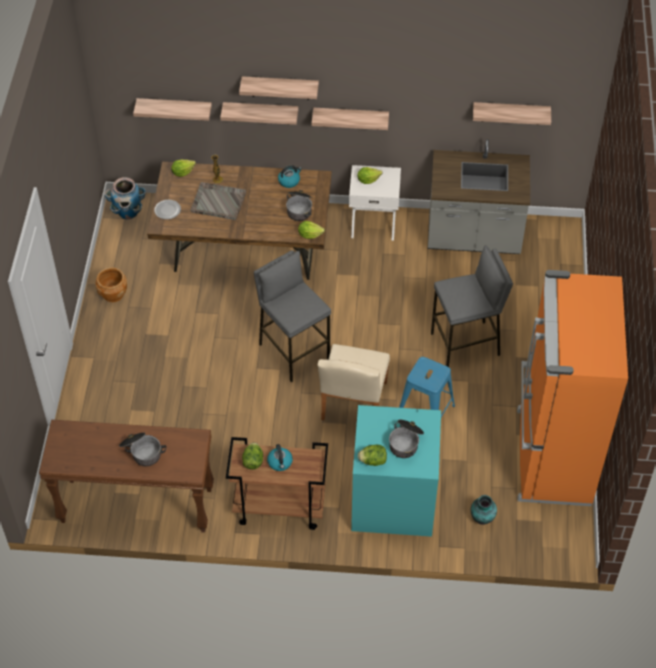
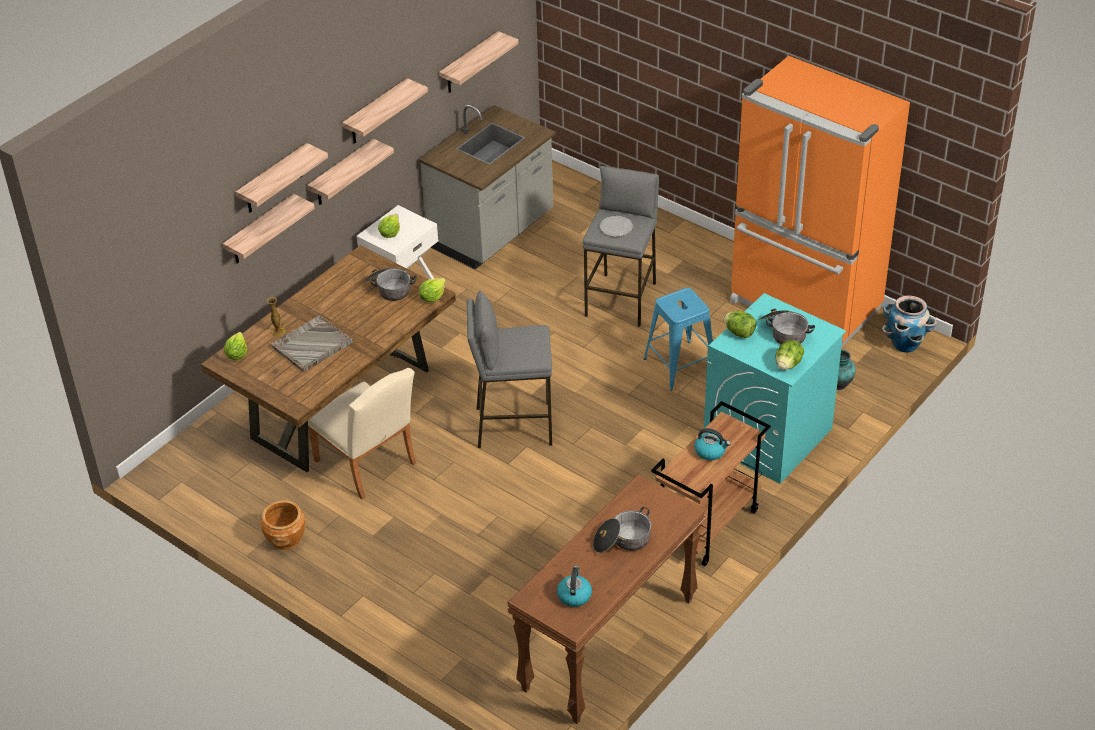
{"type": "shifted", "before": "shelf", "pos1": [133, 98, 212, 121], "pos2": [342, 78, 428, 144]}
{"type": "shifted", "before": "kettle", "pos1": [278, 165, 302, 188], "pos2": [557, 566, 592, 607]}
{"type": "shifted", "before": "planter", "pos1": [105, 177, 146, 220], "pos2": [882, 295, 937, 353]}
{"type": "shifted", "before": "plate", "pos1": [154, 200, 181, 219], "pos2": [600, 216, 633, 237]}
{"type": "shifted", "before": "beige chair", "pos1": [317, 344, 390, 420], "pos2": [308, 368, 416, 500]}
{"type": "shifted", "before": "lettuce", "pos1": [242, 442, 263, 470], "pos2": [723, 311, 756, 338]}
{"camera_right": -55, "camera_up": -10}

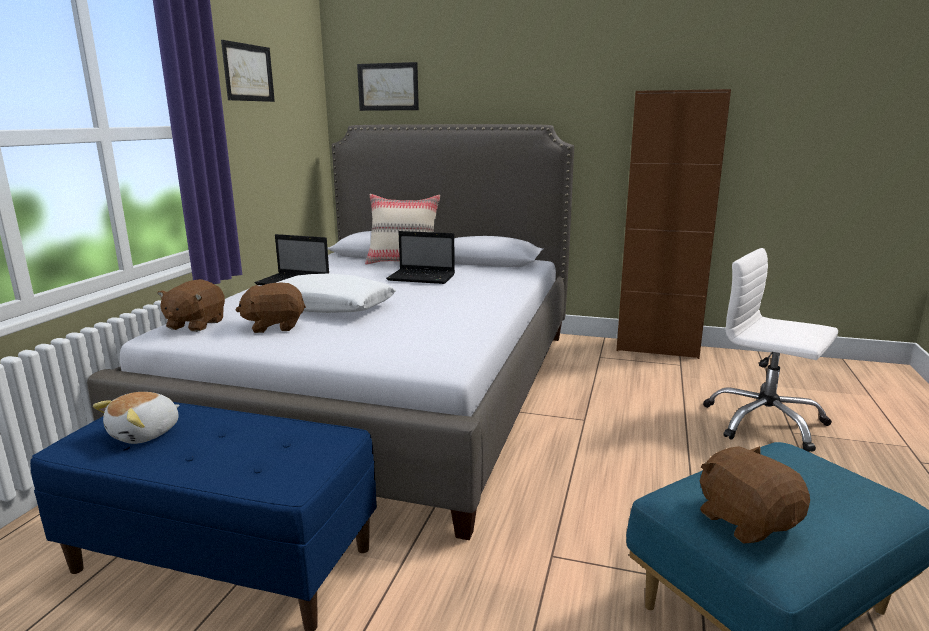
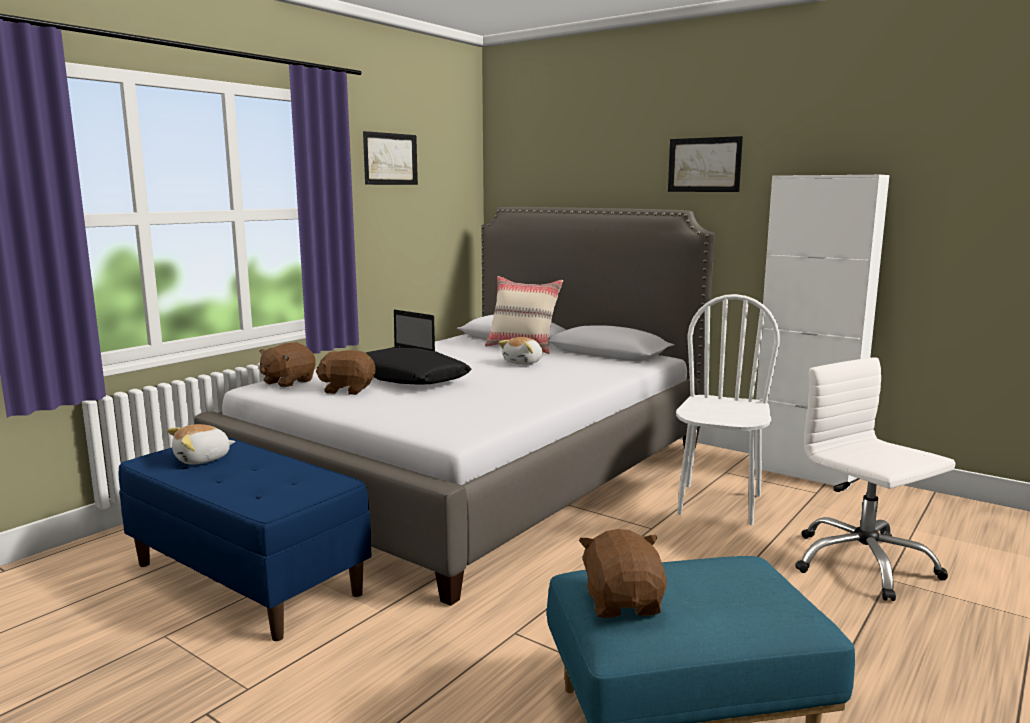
{"type": "shifted", "before": "picture", "pos1": [357, 62, 419, 111], "pos2": [668, 136, 743, 192]}
{"type": "repainted", "before": "brown cabinet", "after": "white cabinet", "pos1": [616, 89, 731, 359], "pos2": [755, 175, 890, 490]}
{"type": "swapped", "before": "laptop", "after": "plush toy", "pos1": [386, 231, 455, 284], "pos2": [499, 337, 543, 365]}
{"type": "repainted", "before": "white pillow", "after": "black pillow", "pos1": [276, 273, 396, 313], "pos2": [366, 348, 472, 385]}
{"type": "new", "after": "white chair", "pos2": [676, 294, 780, 525]}
{"camera_right": 20, "camera_up": -5}

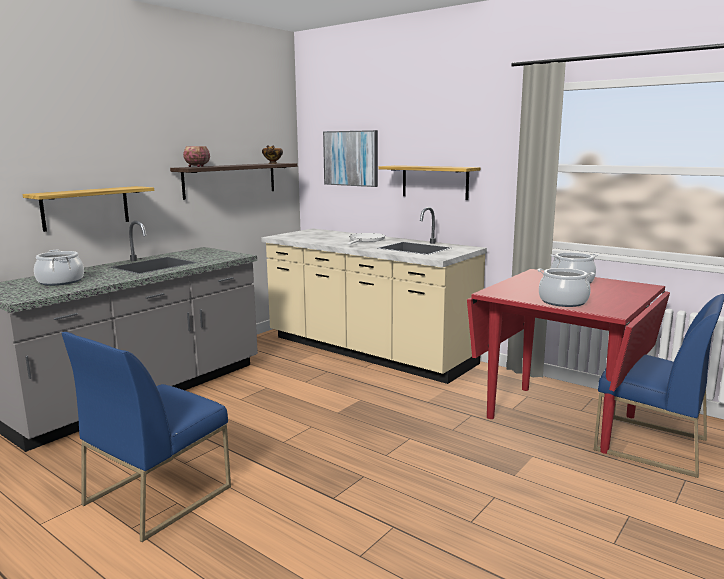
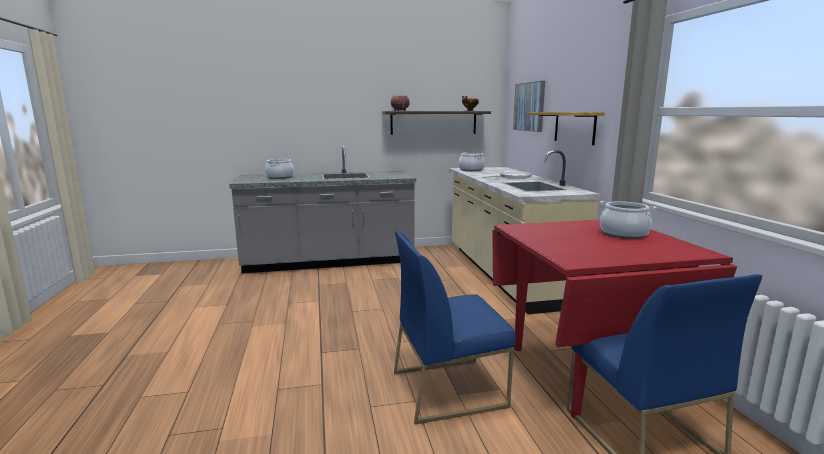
{"type": "gone", "before": "shelf", "pos1": [23, 186, 154, 232]}
{"type": "shifted", "before": "cooking pot", "pos1": [538, 268, 595, 307], "pos2": [459, 152, 485, 171]}
{"type": "shifted", "before": "blue chair", "pos1": [62, 332, 231, 542], "pos2": [394, 231, 516, 424]}
{"camera_right": 40, "camera_up": 0}

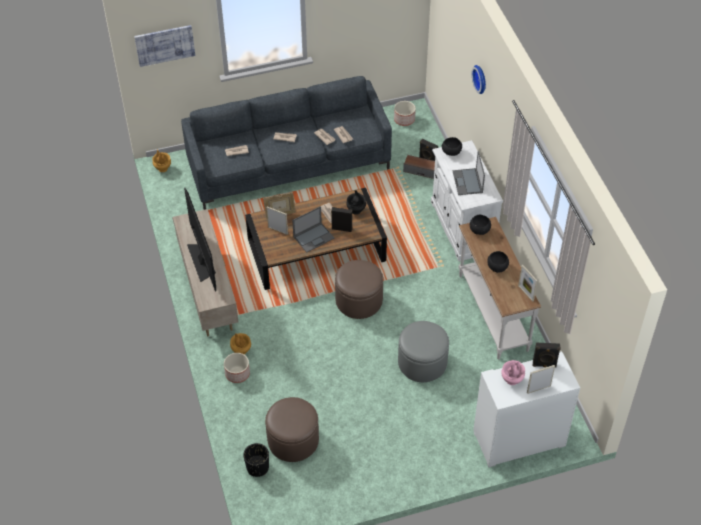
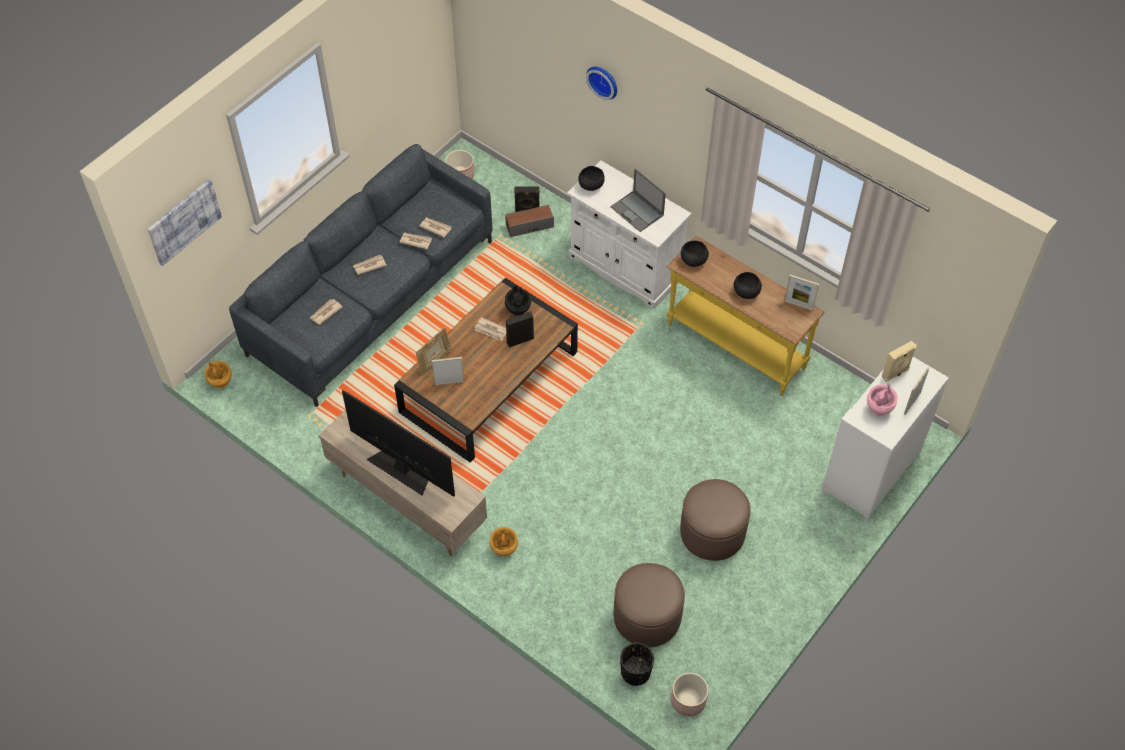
{"type": "gone", "before": "laptop", "pos1": [292, 206, 334, 253]}
{"type": "repainted", "before": "white console table", "after": "yellow console table", "pos1": [459, 217, 541, 360], "pos2": [667, 236, 825, 396]}
{"type": "shifted", "before": "brown ottoman", "pos1": [335, 260, 383, 319], "pos2": [680, 479, 751, 561]}
{"type": "gone", "before": "grey ottoman", "pos1": [398, 321, 449, 382]}
{"type": "repainted", "before": "black speaker", "after": "beige speaker", "pos1": [532, 343, 561, 368], "pos2": [881, 341, 917, 382]}
{"type": "shifted", "before": "planter", "pos1": [224, 353, 250, 383], "pos2": [671, 673, 708, 716]}
{"camera_right": -35, "camera_up": 5}

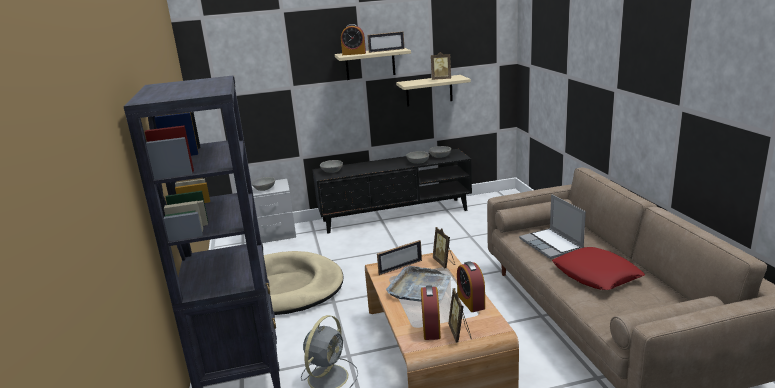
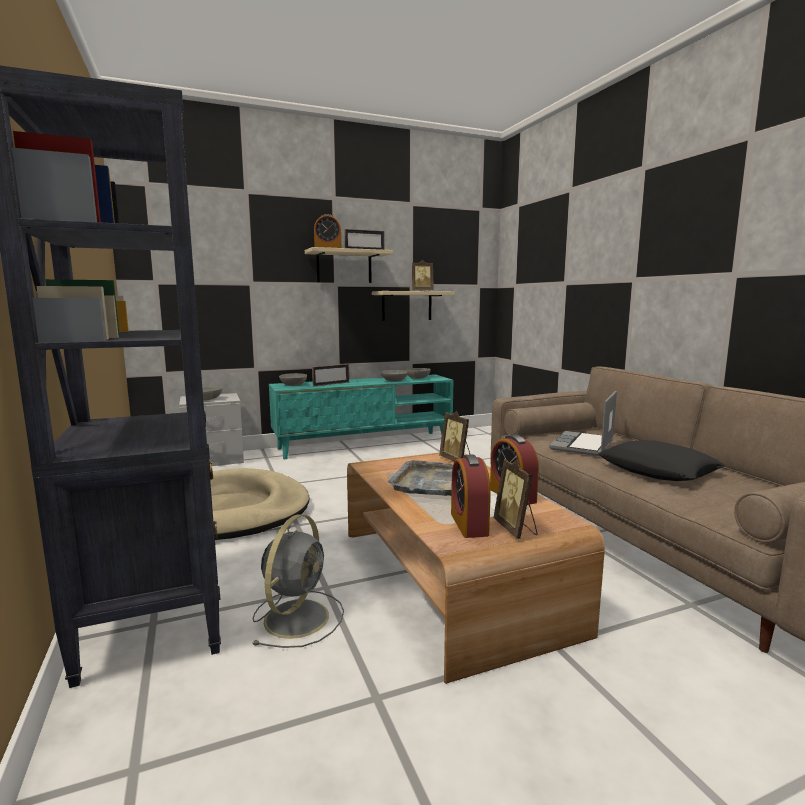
{"type": "repainted", "before": "black tv stand", "after": "turquoise tv stand", "pos1": [312, 149, 472, 233], "pos2": [269, 374, 453, 459]}
{"type": "rotated", "before": "laptop", "pos1": [519, 194, 586, 259], "pos2": [549, 391, 617, 456], "turn": 60}
{"type": "shifted", "before": "picture frame", "pos1": [377, 240, 422, 275], "pos2": [312, 364, 349, 386]}
{"type": "repainted", "before": "red pillow", "after": "black pillow", "pos1": [552, 247, 645, 290], "pos2": [598, 440, 725, 481]}
{"camera_right": -10, "camera_up": -10}

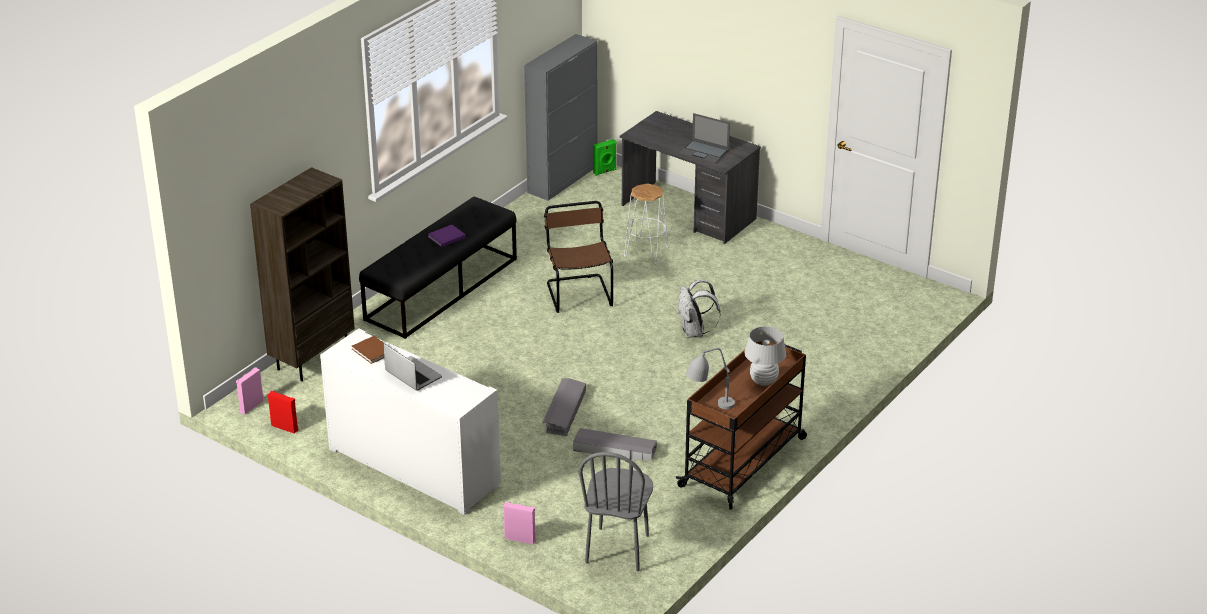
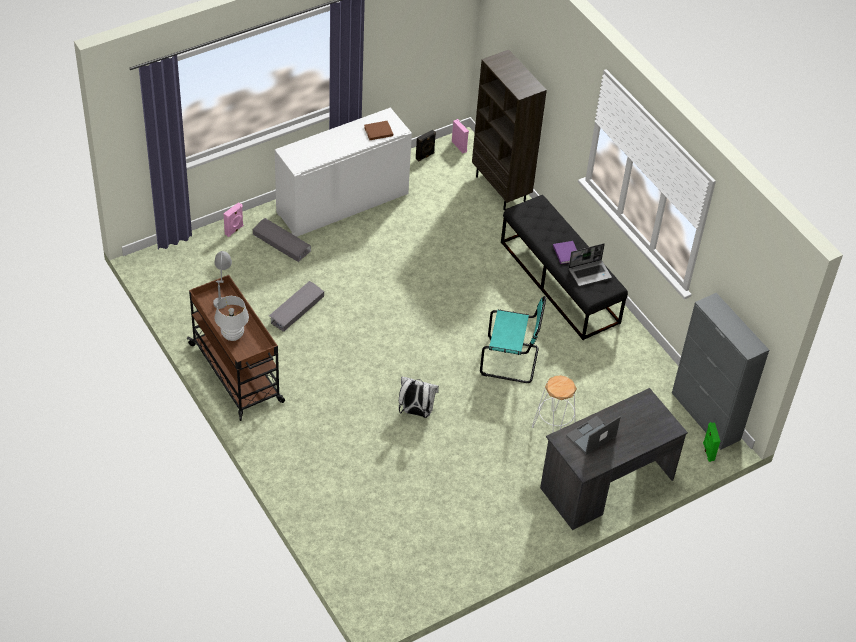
{"type": "repainted", "before": "brown chair", "after": "turquoise chair", "pos1": [544, 201, 613, 313], "pos2": [480, 296, 546, 383]}
{"type": "shifted", "before": "laptop", "pos1": [383, 343, 442, 391], "pos2": [569, 244, 612, 286]}
{"type": "shifted", "before": "grey storage box", "pos1": [542, 378, 586, 436], "pos2": [253, 218, 311, 262]}
{"type": "repainted", "before": "red speaker", "after": "black speaker", "pos1": [268, 391, 298, 433], "pos2": [416, 130, 436, 162]}
{"type": "gone", "before": "grey chair", "pos1": [579, 452, 653, 571]}
{"camera_right": 110, "camera_up": 15}

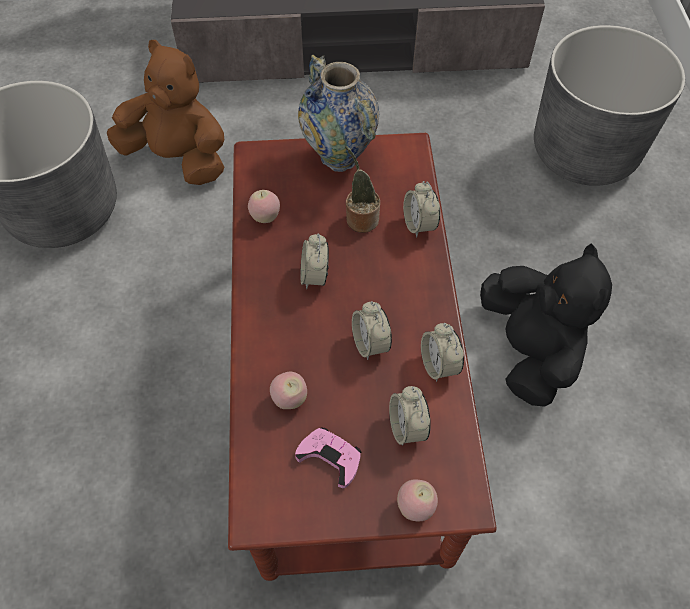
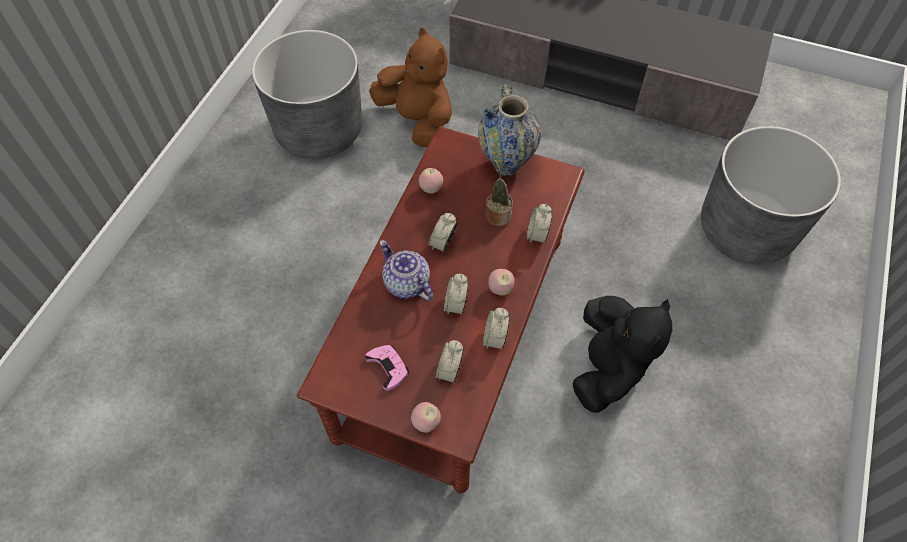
{"type": "shifted", "before": "apple", "pos1": [270, 372, 307, 409], "pos2": [488, 269, 514, 295]}
{"type": "new", "after": "teapot", "pos2": [379, 240, 433, 301]}
{"camera_right": 25, "camera_up": 0}

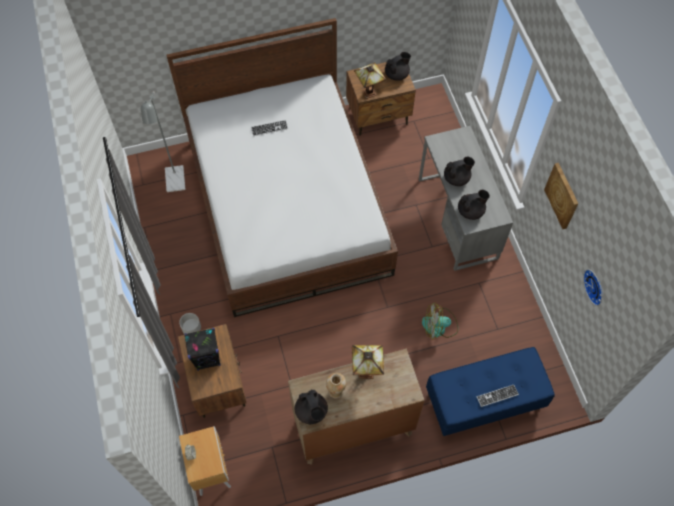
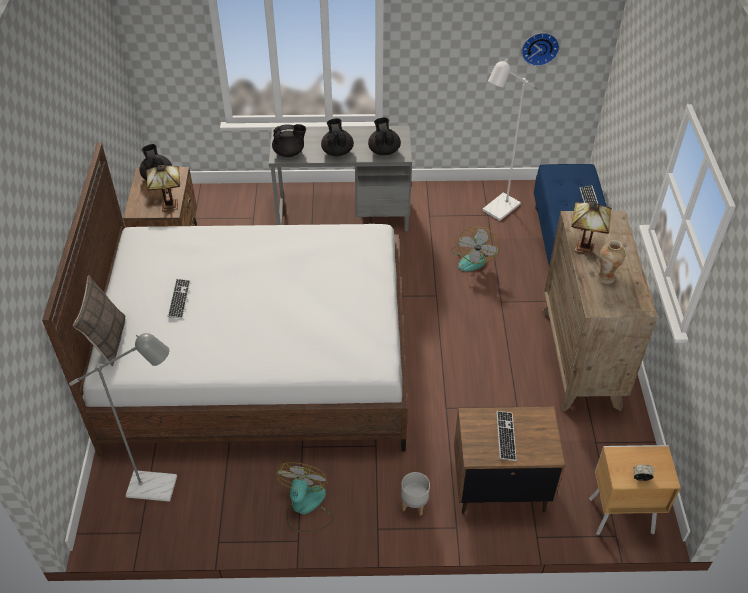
{"type": "gone", "before": "picture", "pos1": [544, 163, 578, 229]}
{"type": "swapped", "before": "black speaker", "after": "keyboard", "pos1": [184, 328, 221, 371], "pos2": [496, 411, 516, 461]}
{"type": "shifted", "before": "black teapot", "pos1": [295, 389, 328, 424], "pos2": [272, 124, 306, 157]}
{"type": "new", "after": "white floor lamp", "pos2": [482, 59, 538, 221]}
{"type": "new", "after": "pillow", "pos2": [73, 275, 125, 367]}
{"type": "new", "after": "fan", "pos2": [276, 462, 334, 532]}
{"camera_right": -75, "camera_up": -15}

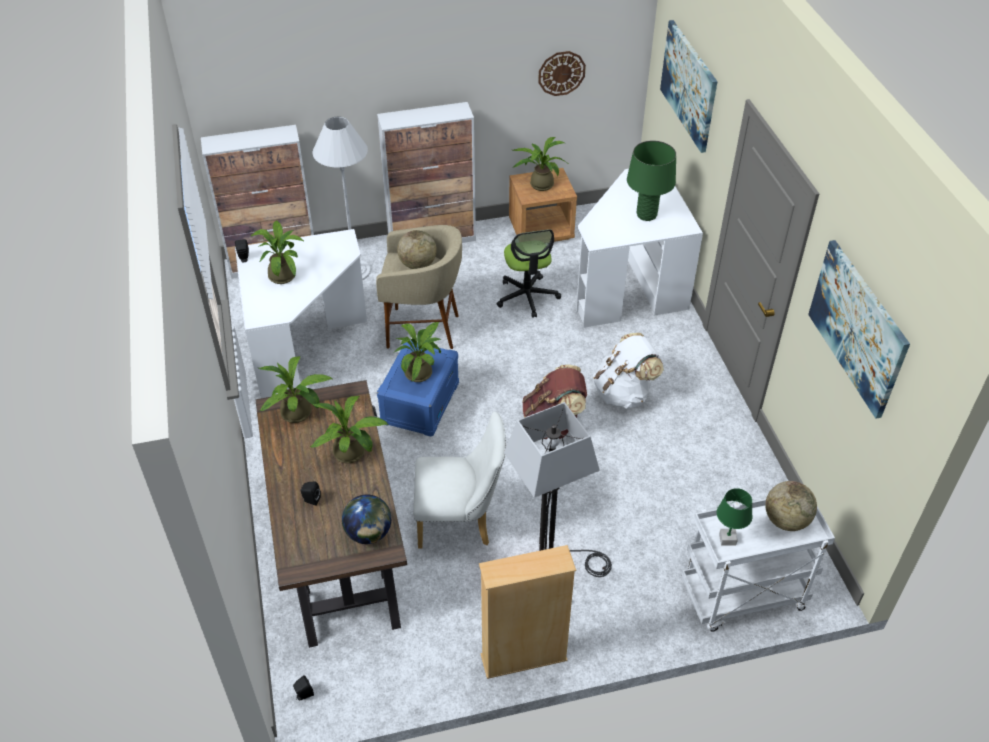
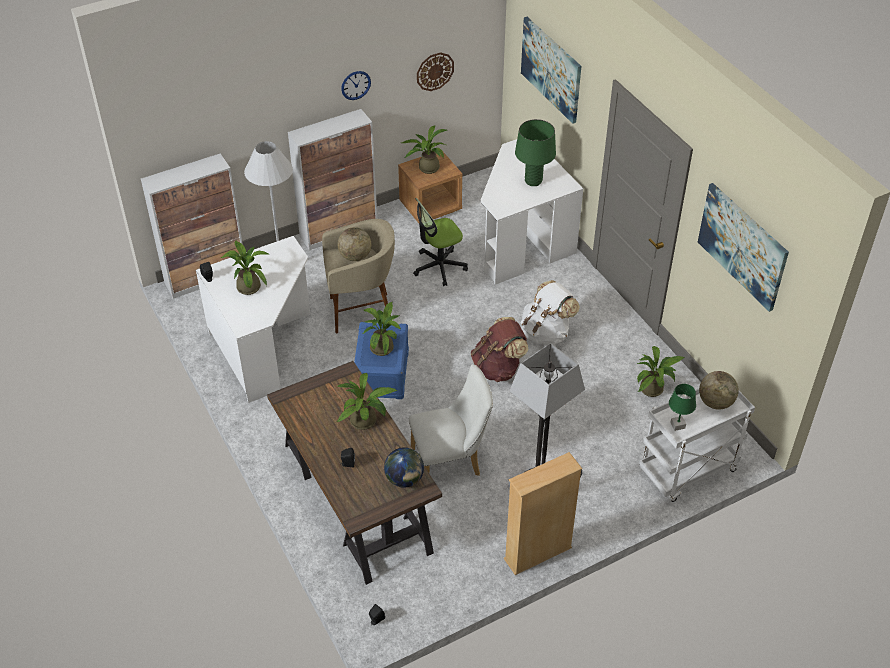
{"type": "rotated", "before": "office chair", "pos1": [497, 229, 561, 318], "pos2": [413, 198, 468, 286], "turn": 90}
{"type": "shifted", "before": "potted plant", "pos1": [258, 356, 334, 423], "pos2": [637, 346, 684, 397]}
{"type": "new", "after": "wall clock", "pos2": [341, 71, 371, 100]}
{"camera_right": -15, "camera_up": 0}

